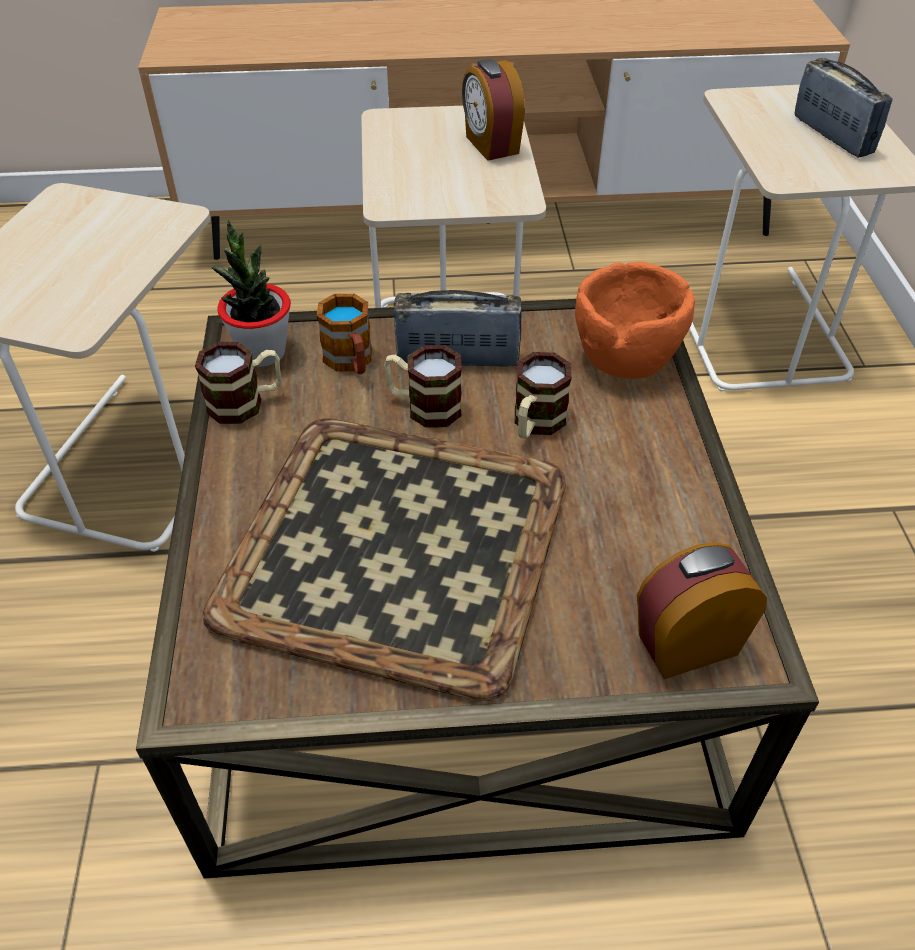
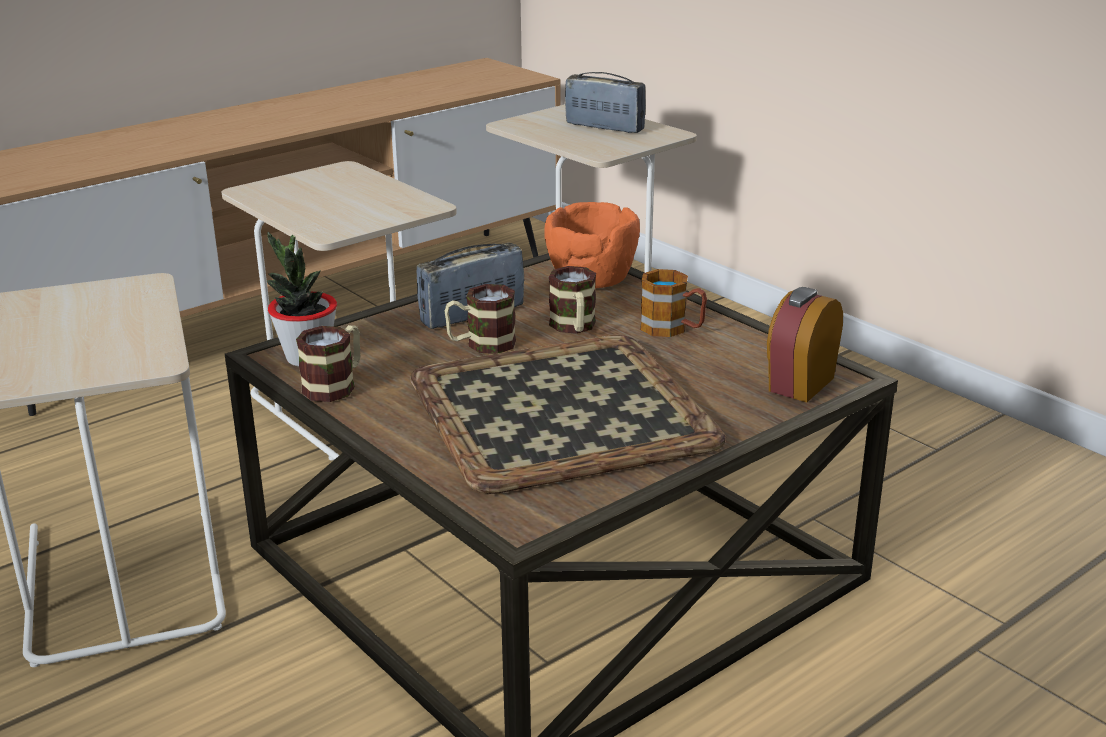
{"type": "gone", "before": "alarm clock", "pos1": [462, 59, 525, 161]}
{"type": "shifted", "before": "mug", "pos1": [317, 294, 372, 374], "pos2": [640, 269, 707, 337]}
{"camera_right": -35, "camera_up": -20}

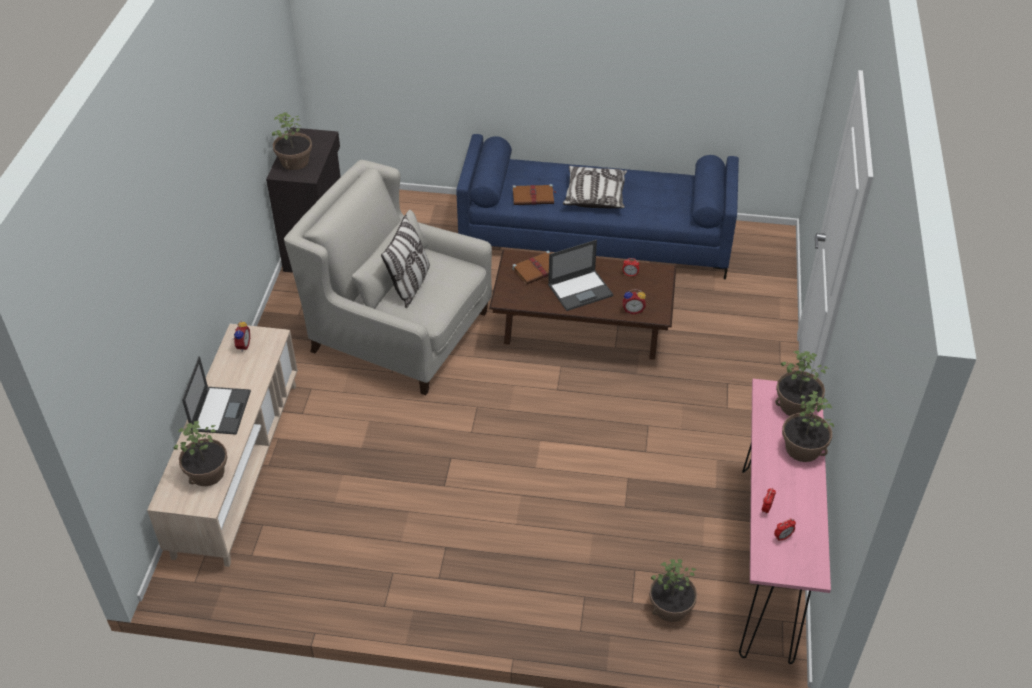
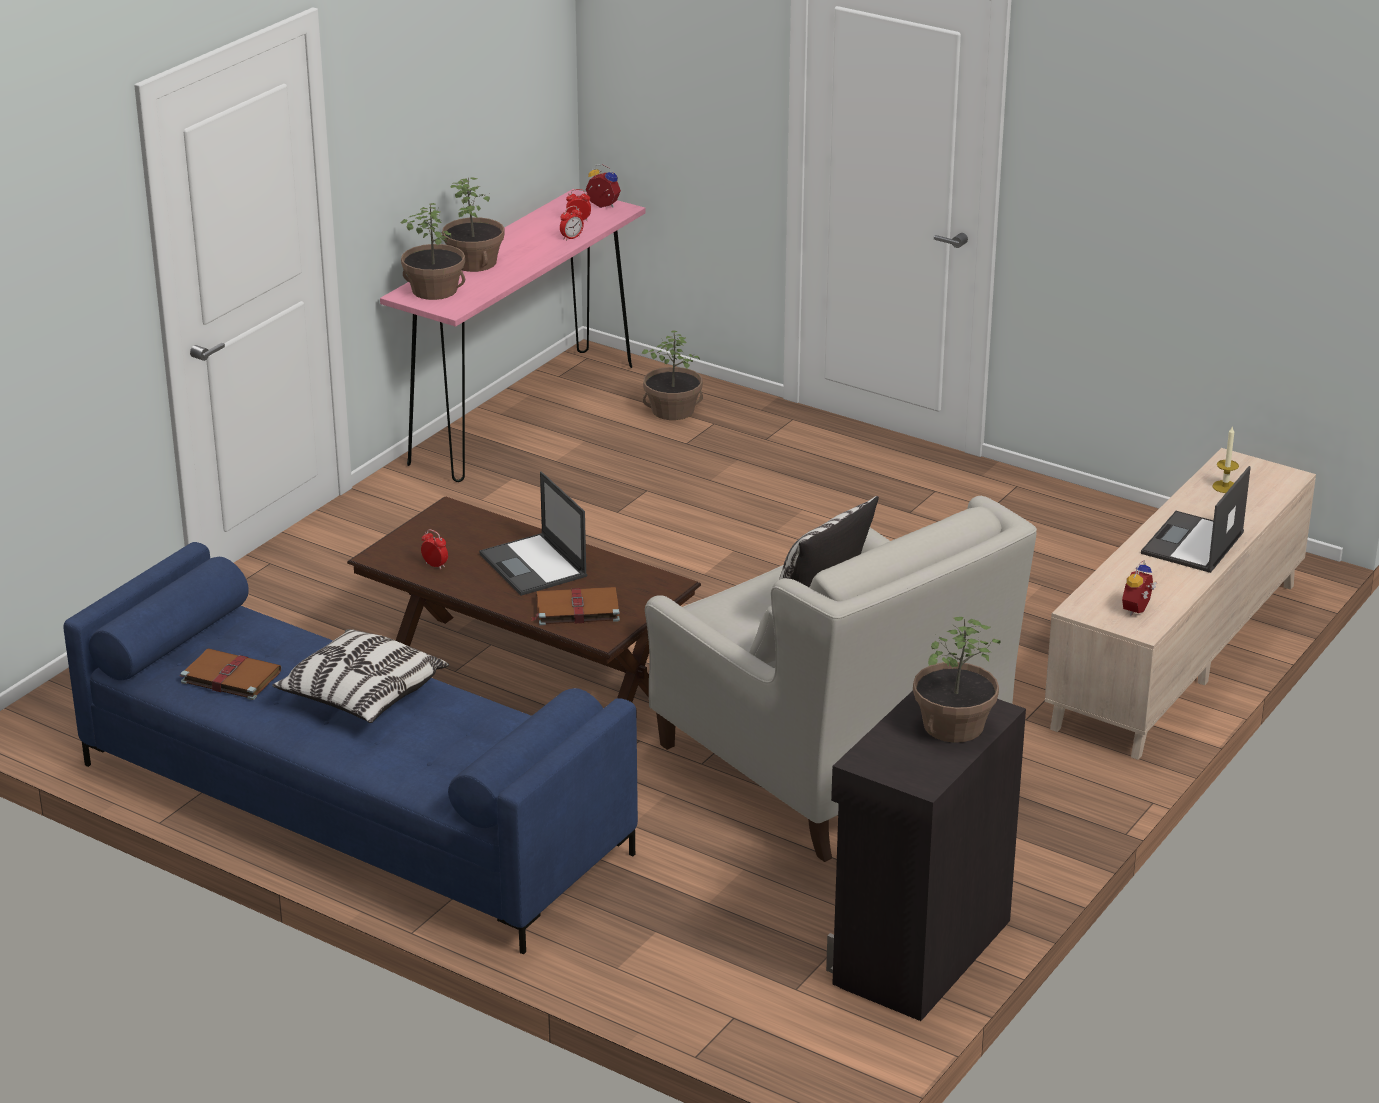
{"type": "shifted", "before": "brown book", "pos1": [513, 184, 557, 205], "pos2": [180, 648, 281, 700]}
{"type": "rotated", "before": "laptop", "pos1": [548, 240, 613, 311], "pos2": [479, 471, 587, 596], "turn": -120}
{"type": "shifted", "before": "alarm clock", "pos1": [623, 289, 646, 315], "pos2": [586, 164, 621, 208]}
{"type": "swapped", "before": "potted plant", "after": "candle", "pos1": [173, 421, 227, 486], "pos2": [1212, 427, 1239, 493]}
{"camera_right": -155, "camera_up": -15}

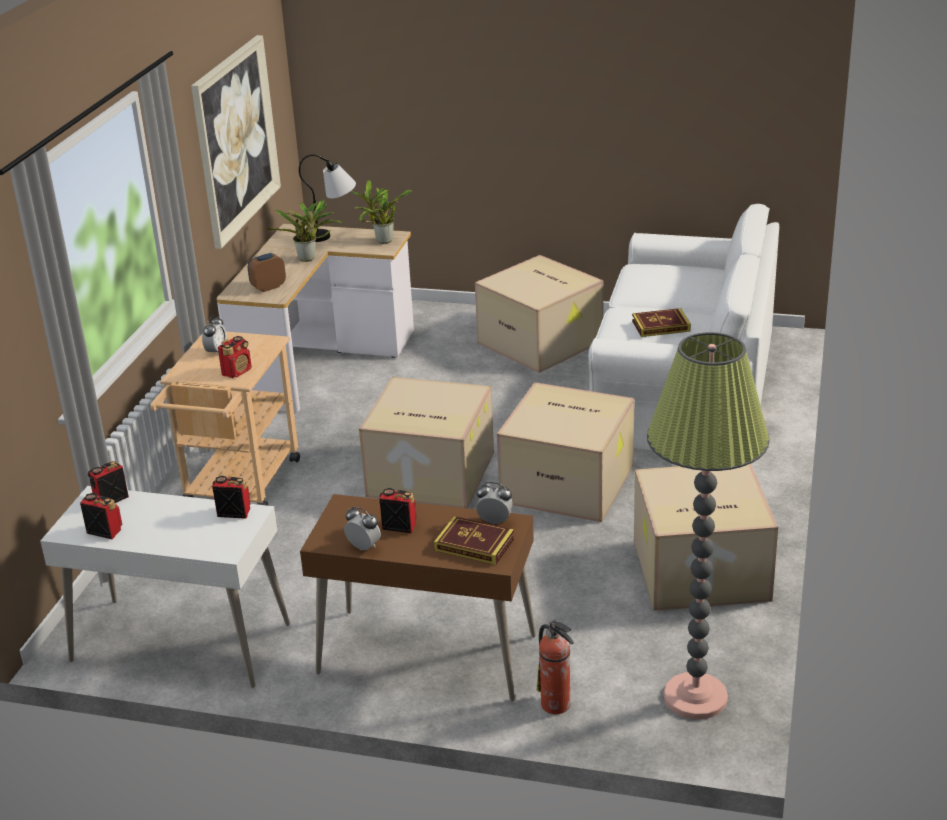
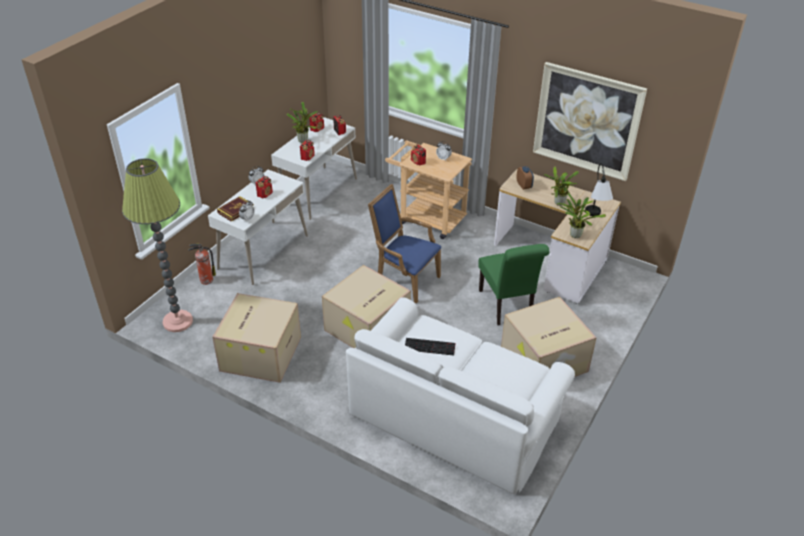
{"type": "swapped", "before": "book", "after": "keyboard", "pos1": [632, 308, 691, 337], "pos2": [405, 338, 456, 356]}
{"type": "swapped", "before": "cardboard box", "after": "blue armchair", "pos1": [359, 377, 494, 508], "pos2": [368, 184, 441, 303]}
{"type": "repainted", "before": "brown desk", "after": "white desk", "pos1": [300, 494, 536, 701], "pos2": [208, 169, 308, 285]}
{"type": "new", "after": "potted plant", "pos2": [286, 102, 318, 143]}
{"type": "new", "after": "green chair", "pos2": [478, 244, 550, 326]}
{"camera_right": 105, "camera_up": 10}

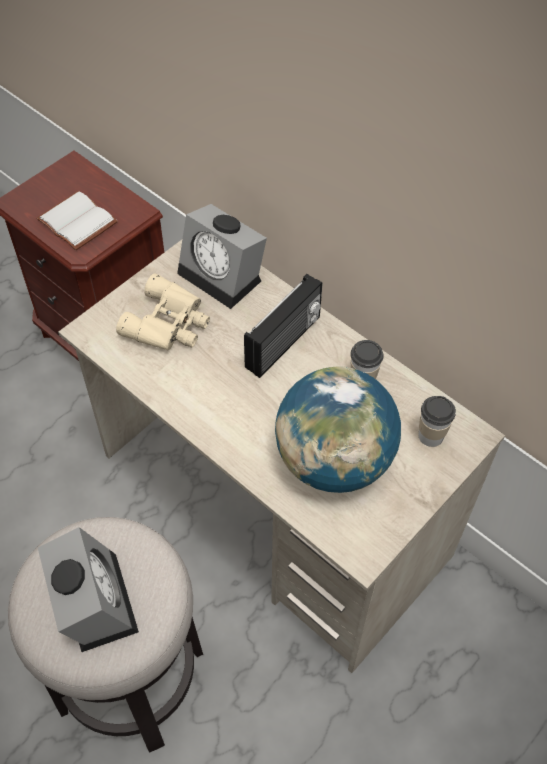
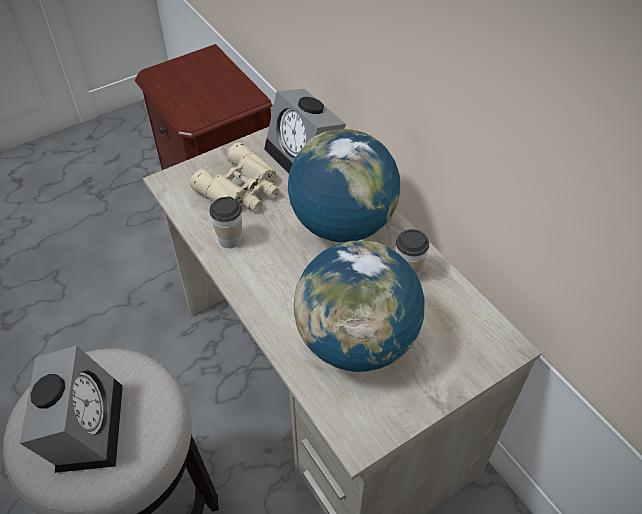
{"type": "gone", "before": "white book", "pos1": [36, 191, 118, 250]}
{"type": "swapped", "before": "radio", "after": "globe", "pos1": [244, 274, 322, 378], "pos2": [288, 129, 400, 242]}
{"type": "shifted", "before": "cup", "pos1": [418, 396, 456, 447], "pos2": [210, 196, 242, 248]}
{"camera_right": 15, "camera_up": -5}

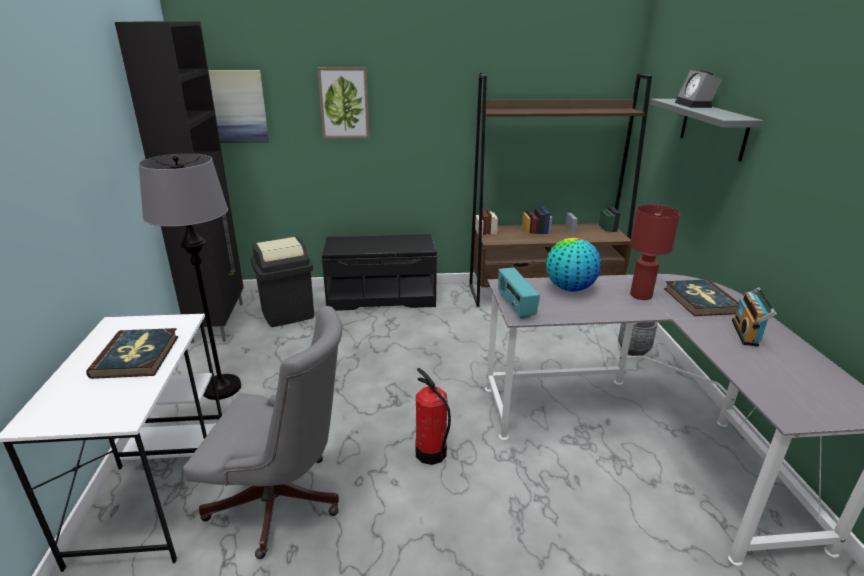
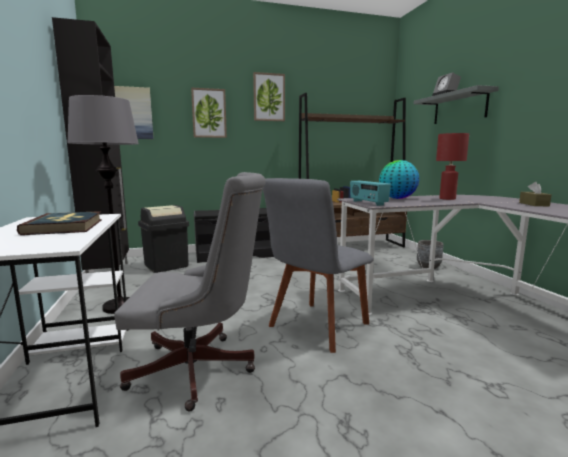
{"type": "gone", "before": "book", "pos1": [664, 279, 739, 316]}
{"type": "swapped", "before": "radio", "after": "brown tissue box", "pos1": [732, 287, 777, 347], "pos2": [519, 182, 552, 206]}
{"type": "swapped", "before": "fire extinguisher", "after": "grey chair", "pos1": [415, 368, 451, 465], "pos2": [263, 178, 374, 353]}
{"type": "new", "after": "picture", "pos2": [253, 72, 285, 121]}
{"camera_right": -10, "camera_up": -15}

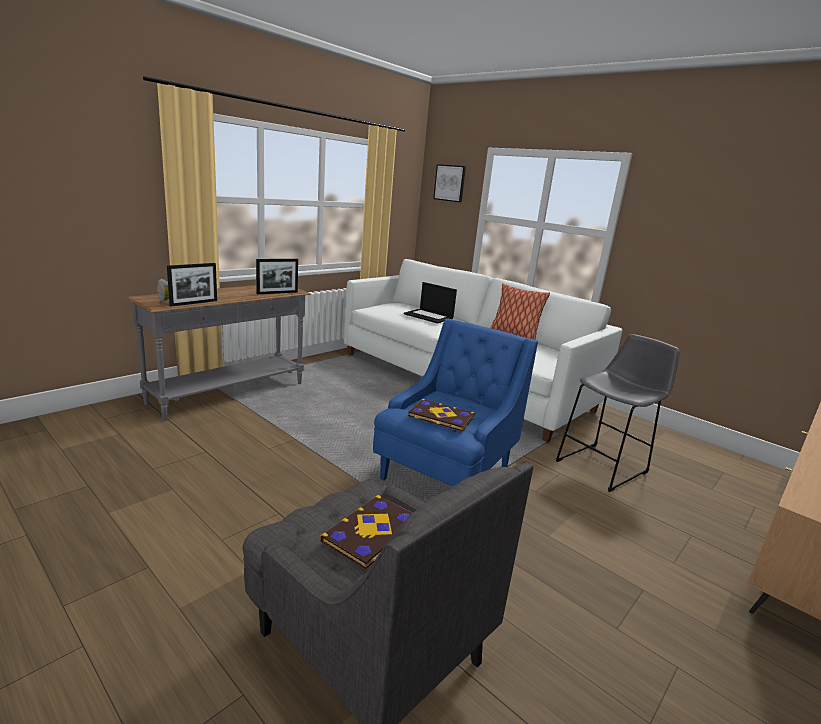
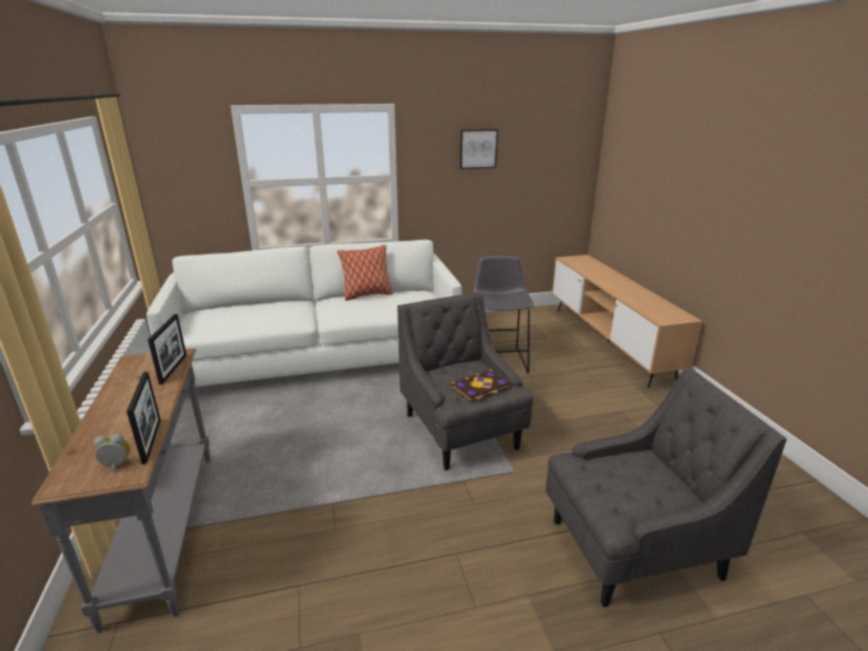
{"type": "shifted", "before": "picture", "pos1": [433, 164, 466, 203], "pos2": [460, 129, 498, 169]}
{"type": "gone", "before": "laptop", "pos1": [404, 282, 457, 324]}
{"type": "repainted", "before": "blue armchair", "after": "grey armchair", "pos1": [373, 318, 538, 487], "pos2": [397, 292, 533, 470]}
{"type": "gone", "before": "book", "pos1": [320, 495, 412, 570]}
{"camera_right": -55, "camera_up": 5}

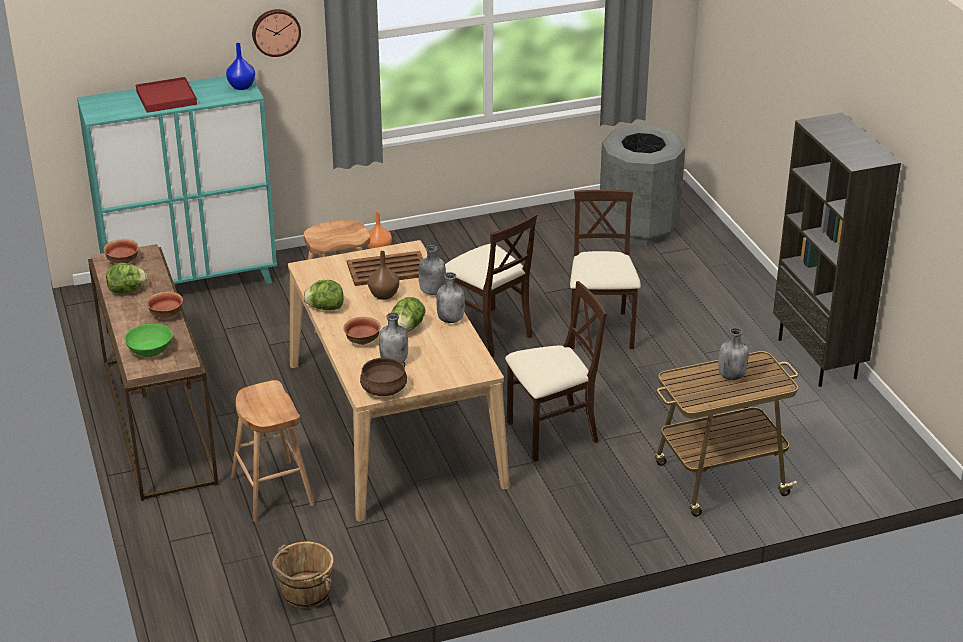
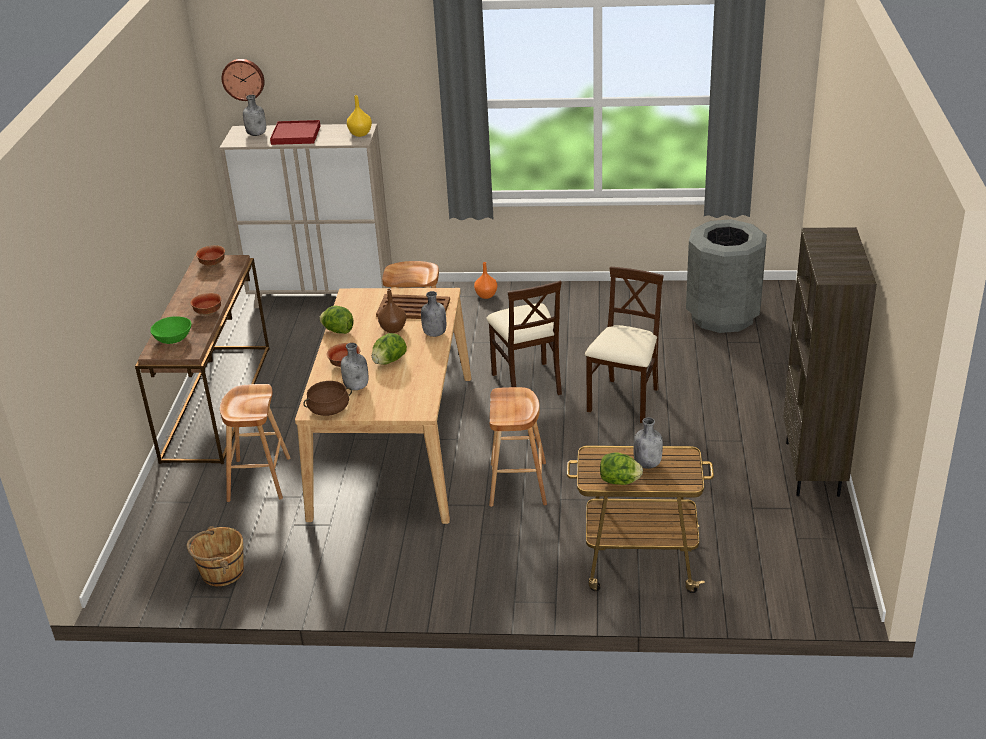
{"type": "shifted", "before": "wall clock", "pos1": [252, 9, 301, 57], "pos2": [222, 59, 265, 101]}
{"type": "repainted", "before": "blue vase", "after": "yellow vase", "pos1": [226, 43, 255, 90], "pos2": [347, 95, 372, 137]}
{"type": "repainted", "before": "turquoise cabinet", "after": "beige cabinet", "pos1": [77, 76, 277, 284], "pos2": [219, 124, 392, 308]}
{"type": "shifted", "before": "lettuce", "pos1": [106, 263, 147, 294], "pos2": [600, 452, 643, 485]}
{"type": "shifted", "before": "grey bottle", "pos1": [437, 272, 465, 323], "pos2": [243, 95, 266, 136]}
{"type": "swapped", "before": "beige chair", "after": "brown stool", "pos1": [505, 281, 607, 462], "pos2": [489, 387, 547, 507]}
{"camera_right": 25, "camera_up": 0}

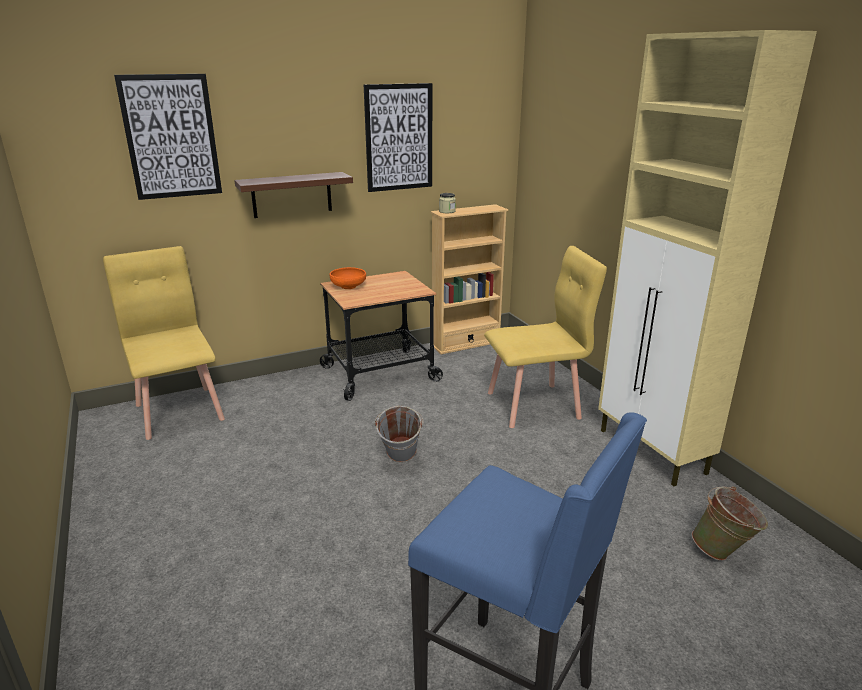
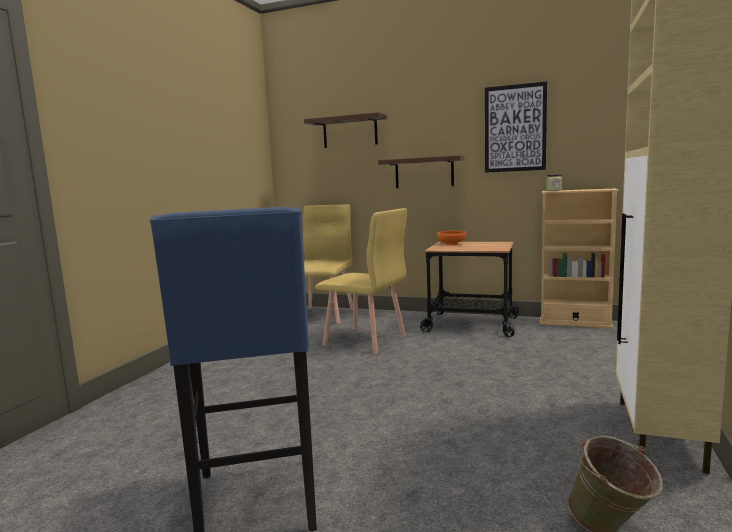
{"type": "swapped", "before": "picture", "after": "shelf", "pos1": [114, 74, 222, 200], "pos2": [304, 112, 387, 148]}
{"type": "shifted", "before": "yellow chair", "pos1": [484, 246, 607, 428], "pos2": [315, 208, 407, 354]}
{"type": "gone", "before": "grey bucket", "pos1": [374, 406, 424, 462]}
{"camera_right": 45, "camera_up": -15}

